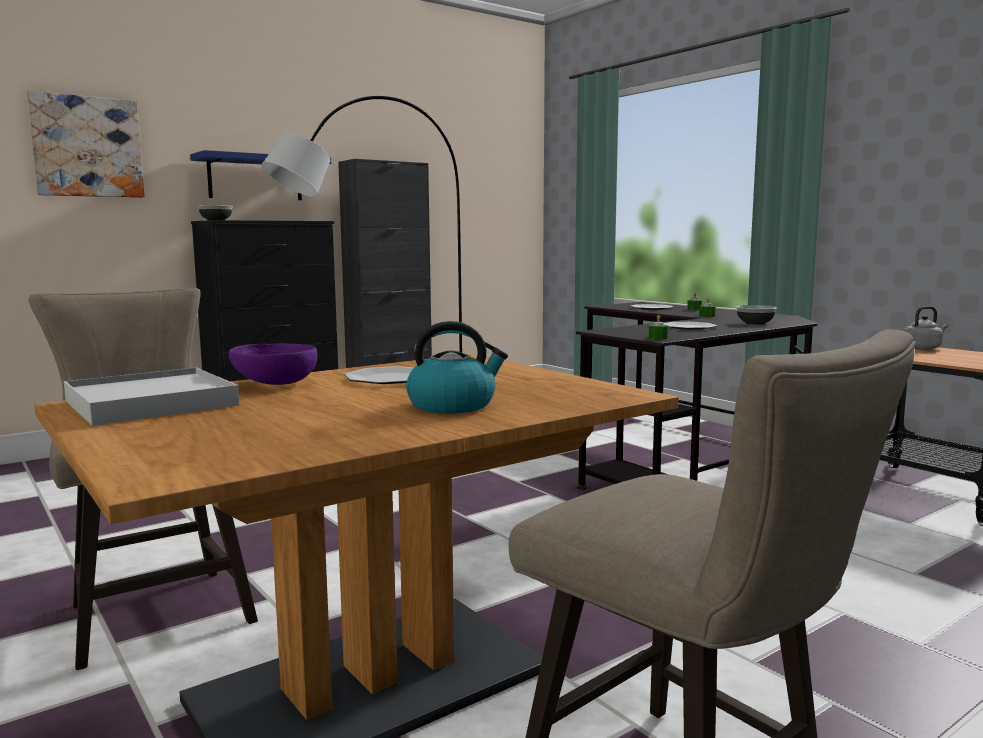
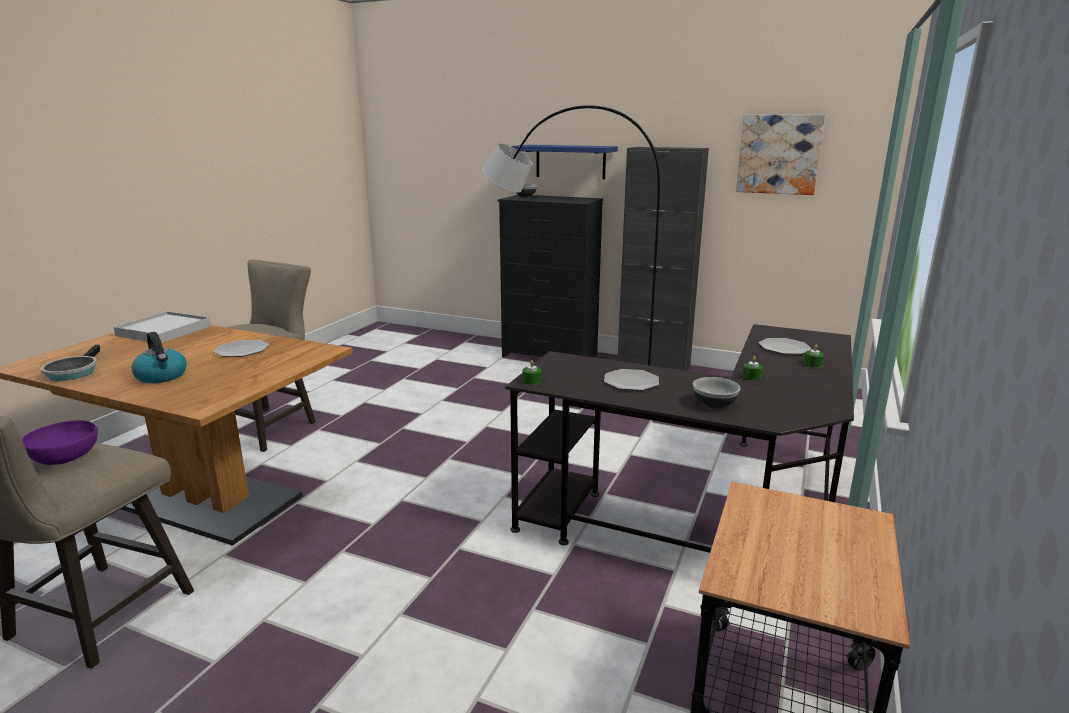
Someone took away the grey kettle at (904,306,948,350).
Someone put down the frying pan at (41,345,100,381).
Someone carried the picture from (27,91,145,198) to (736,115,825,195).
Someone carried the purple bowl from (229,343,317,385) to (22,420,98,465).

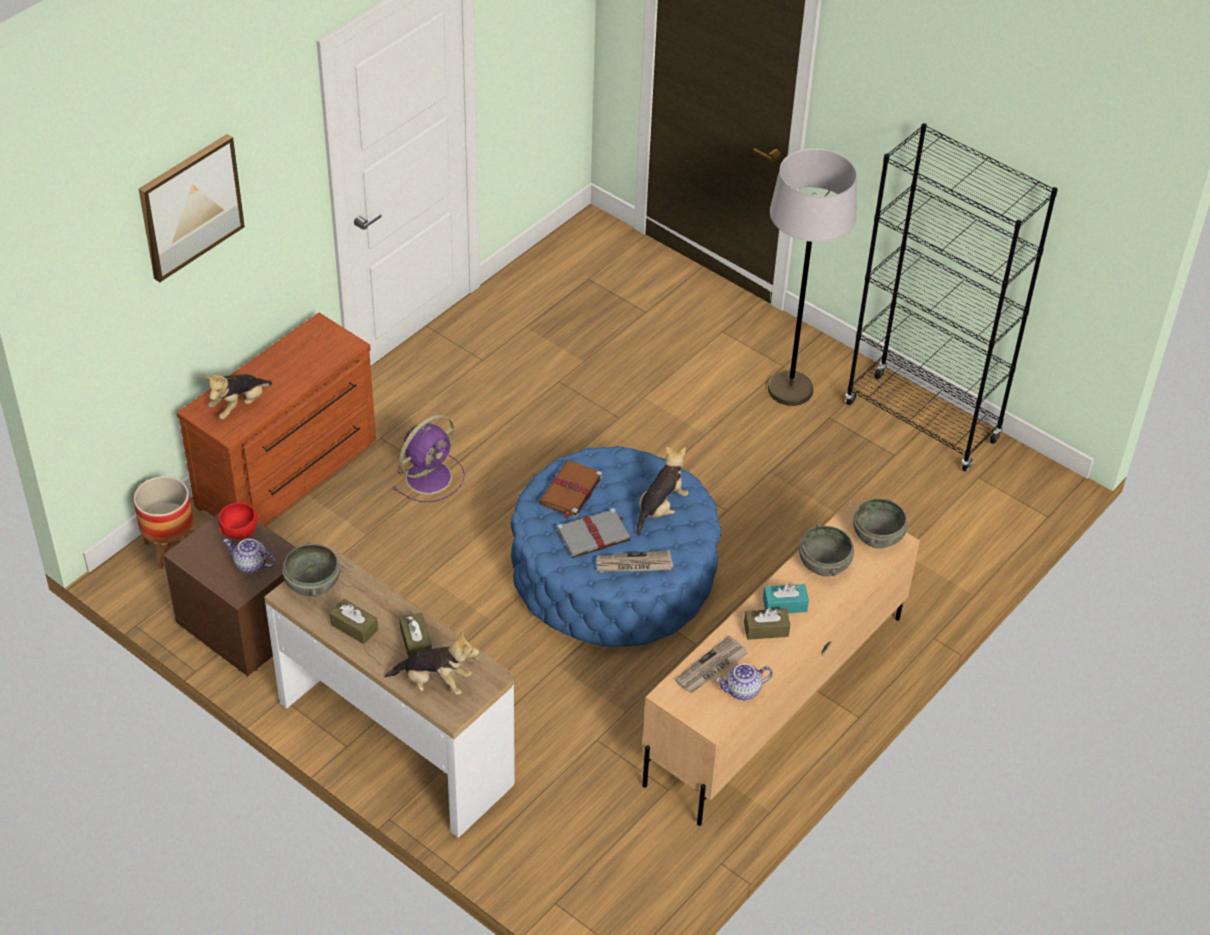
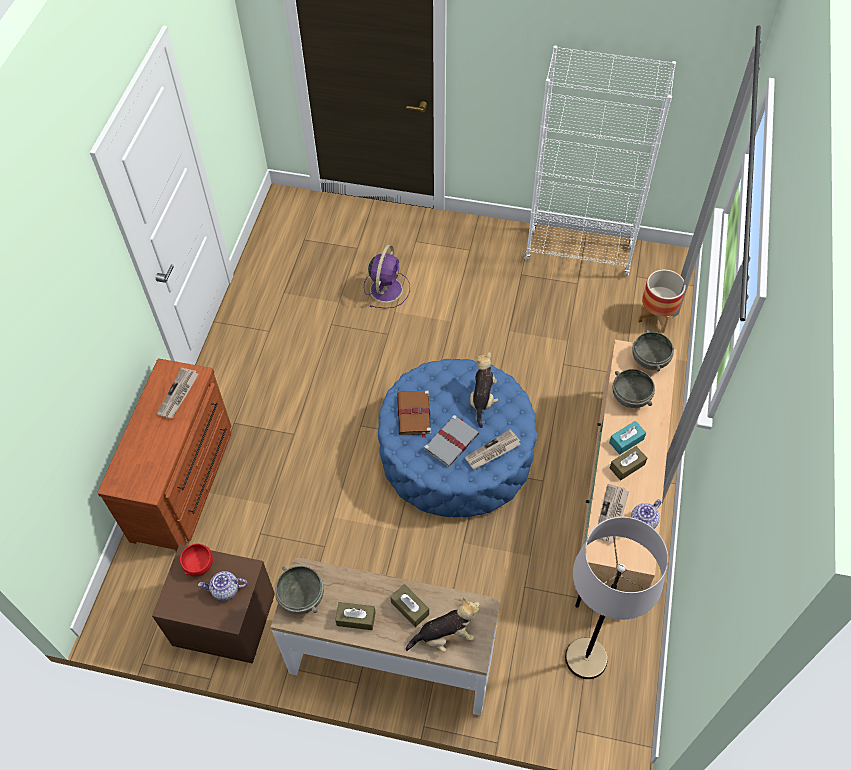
Someone took away the picture at (139,134,245,282).
Someone took away the plush toy at (204,374,272,419).
Someone put down the newspaper at (157,367,199,418).
Someone carried the planter from (133,476,194,569) to (638,270,686,333).
Someone carried the purple fan from (392,415,465,502) to (364,245,410,308).
Someone carried the grey floor lamp from (768,148,857,406) to (565,517,668,679).
Someone repainted the black bookcase at (845,123,1058,471), which became the white bookcase at (525,46,676,276).

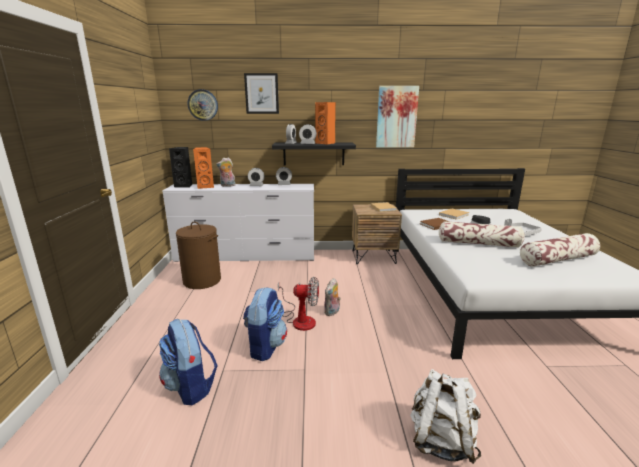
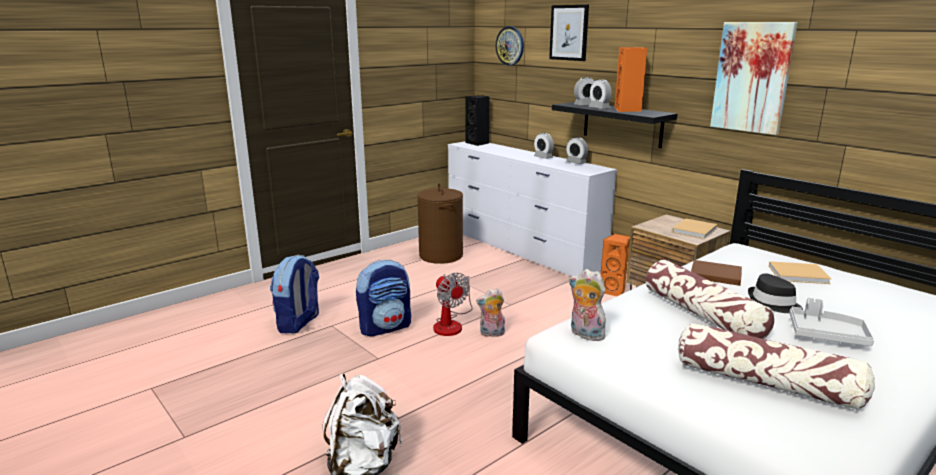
Someone carried the orange speaker from (193,147,214,189) to (601,234,630,296).
Someone carried the plush toy from (216,157,236,187) to (569,269,606,341).

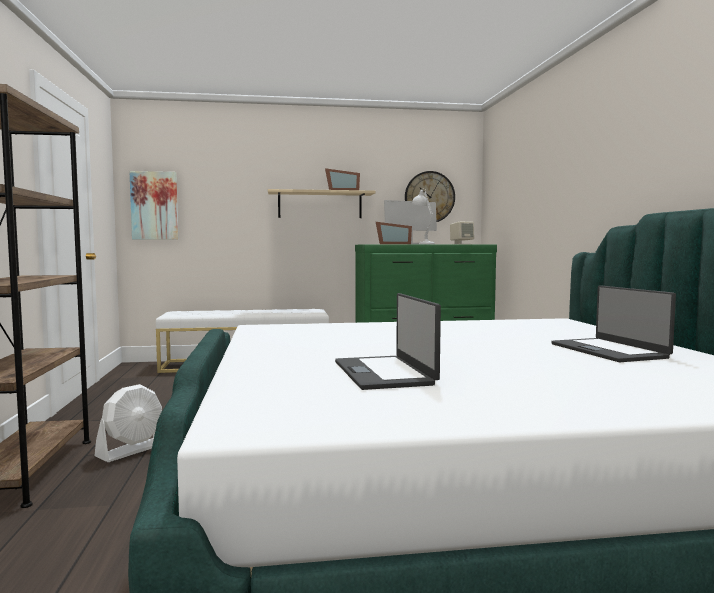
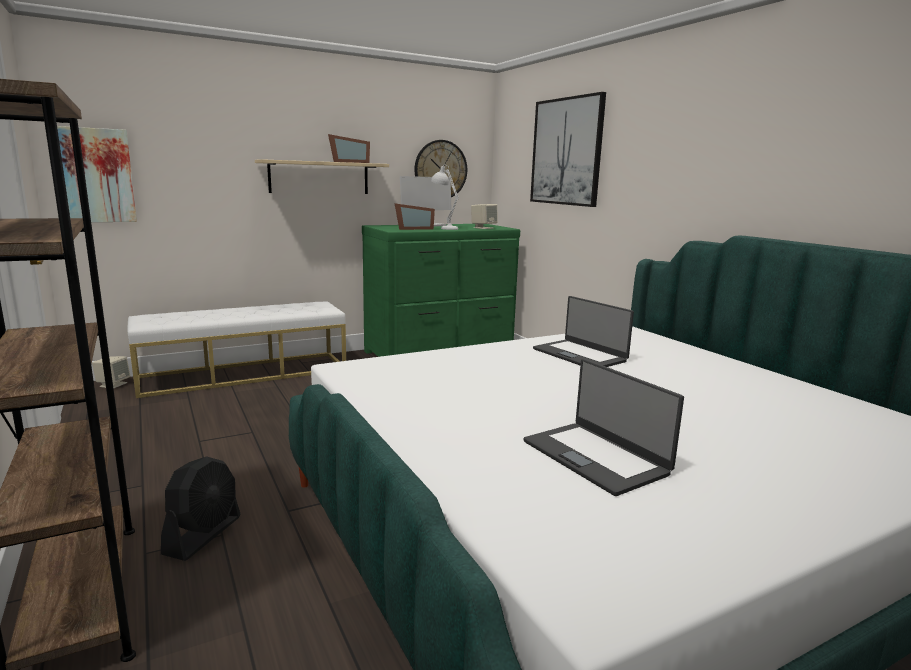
Someone put down the beige speaker at (92,356,130,389).
Someone put up the picture at (530,92,606,207).
Someone carried the laptop from (551,285,676,362) to (533,296,634,367).
Someone repainted the white fan at (94,384,162,462), which became the black fan at (161,456,241,561).

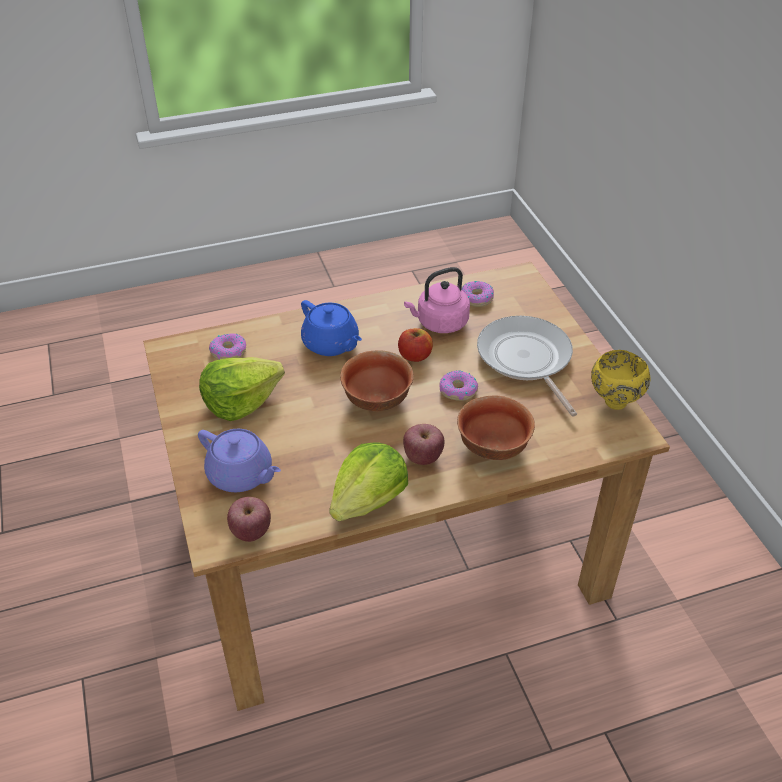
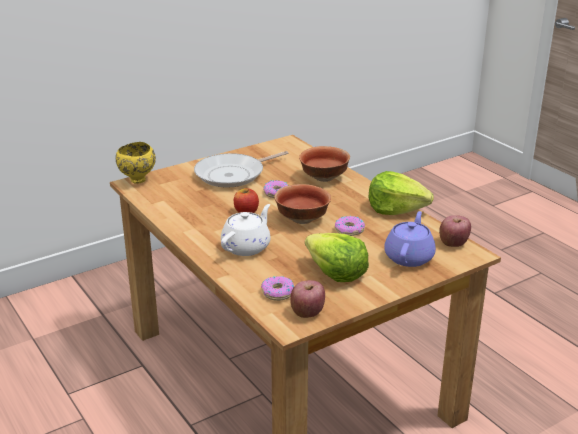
Someone took away the pink kettle at (404,267,470,333).
Someone carried the apple from (403,424,444,465) to (290,280,325,318).
Someone carried the donut from (461,281,494,307) to (335,216,365,236).
Someone carried the yellow bowl from (591,350,651,410) to (116,142,156,184).
Someone repainted the blue teapot at (301,300,362,356), which became the white teapot at (221,204,271,256).

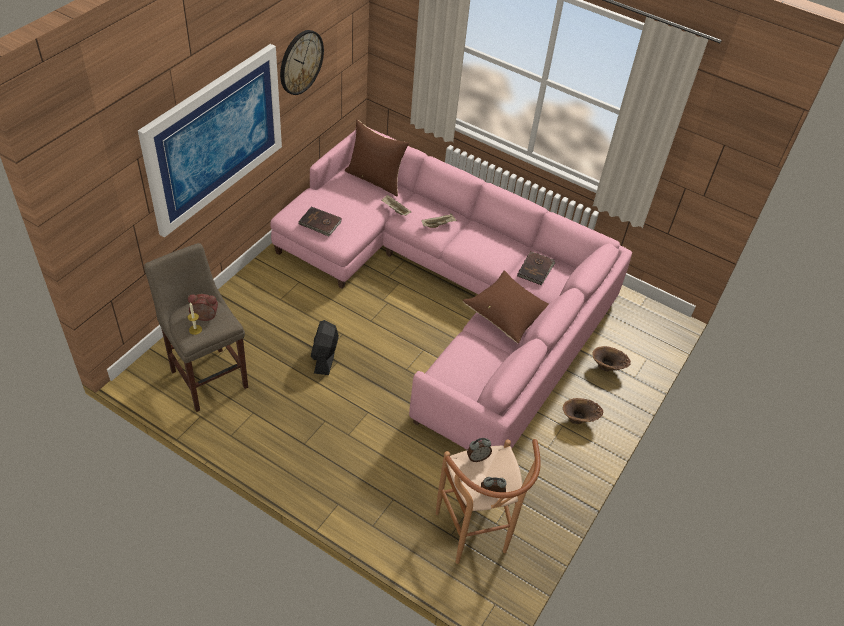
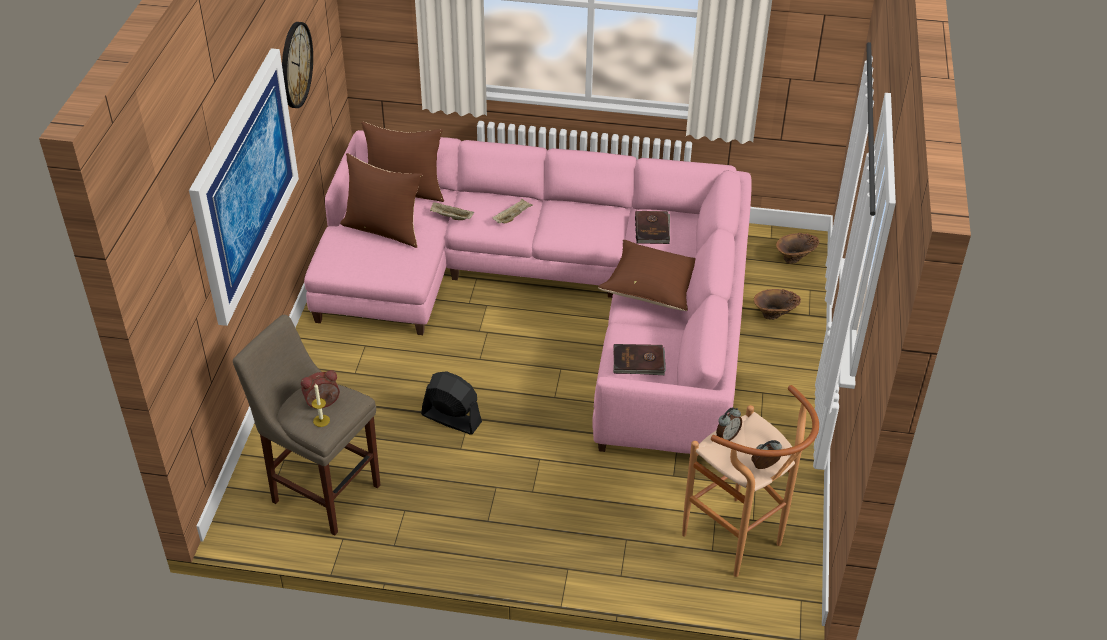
Someone put down the brown pillow at (340,153,422,248).
Someone carried the brown book from (298,207,342,237) to (613,344,666,375).
Someone carried the brown vase from (563,398,604,424) to (776,233,819,264).
Someone rotated the black fan at (311,320,339,375) by 135 degrees clockwise.

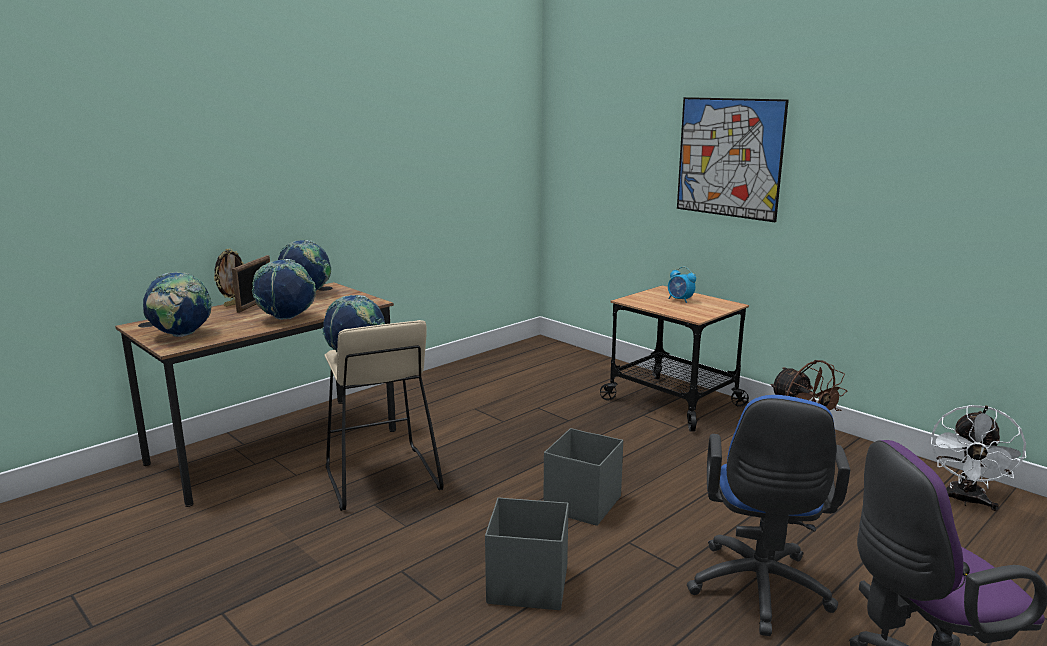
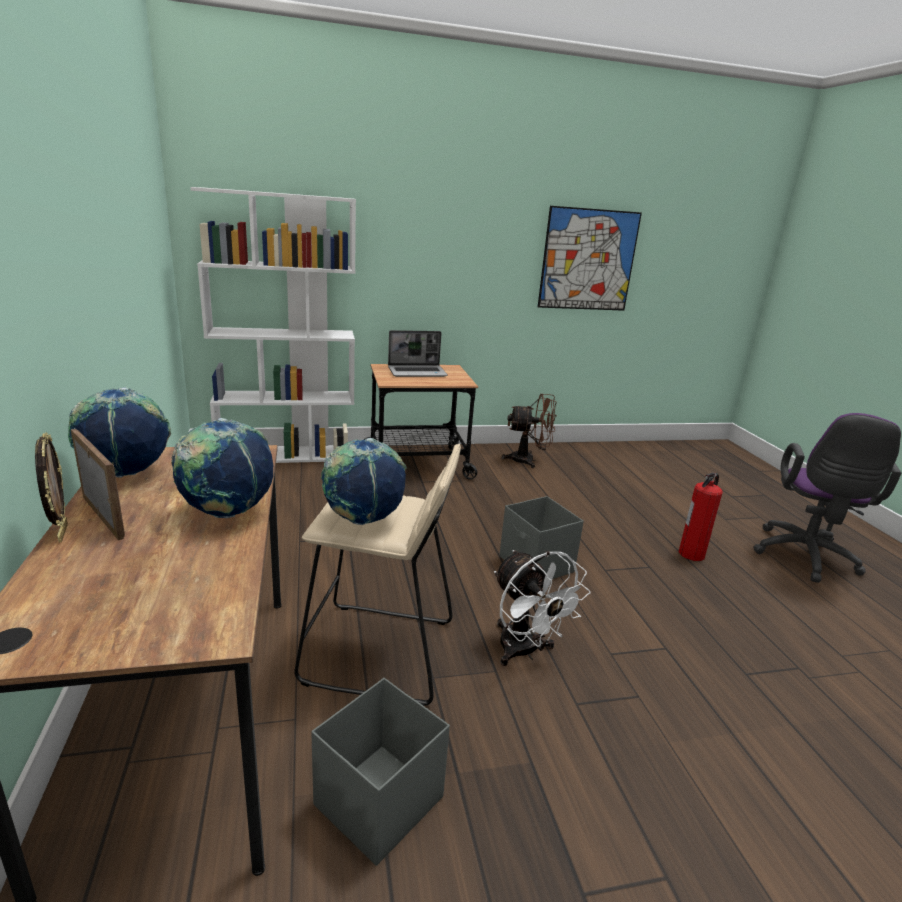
Someone took away the globe at (143,272,213,337).
Someone put down the white bookcase at (190,187,356,463).
Someone carried the grey storage box from (485,497,569,610) to (311,678,450,866).
Someone carried the picture from (677,97,789,222) to (538,206,642,311).
Someone carried the white fan from (931,405,1026,511) to (494,550,590,666).
Someone swapped the alarm clock at (668,267,696,303) for the laptop at (388,330,448,377).
Someone swapped the blue office chair at (687,395,850,636) for the fire extinguisher at (679,472,723,561).

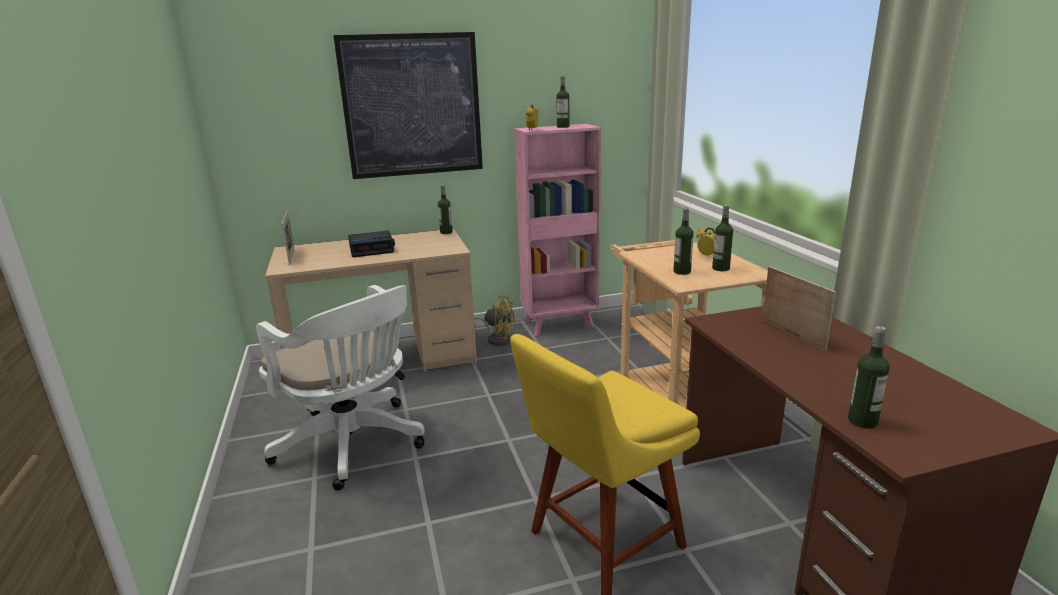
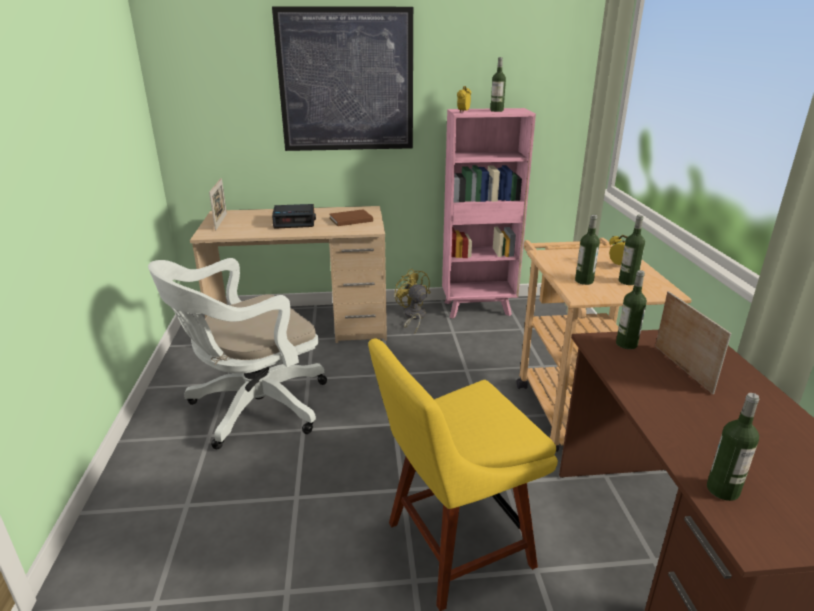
Someone put down the brown book at (329,209,373,226).
Someone carried the bottle from (438,185,453,234) to (616,270,647,349).
Someone rotated the white office chair at (256,285,425,491) by 90 degrees clockwise.
Someone rotated the yellow fan at (474,295,515,346) by 150 degrees counterclockwise.

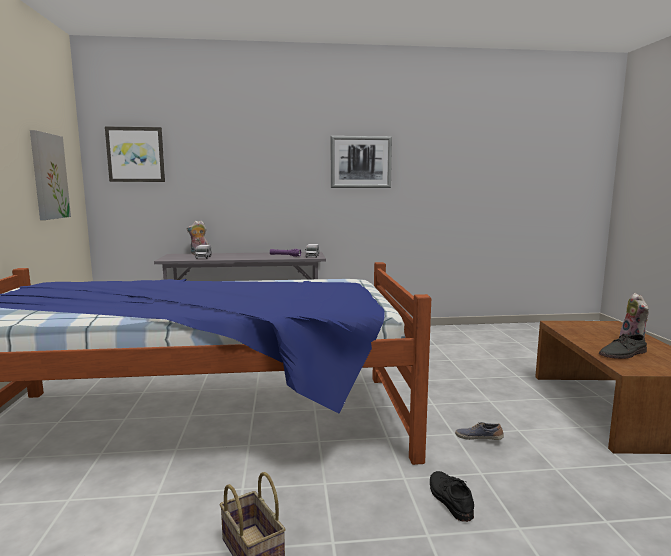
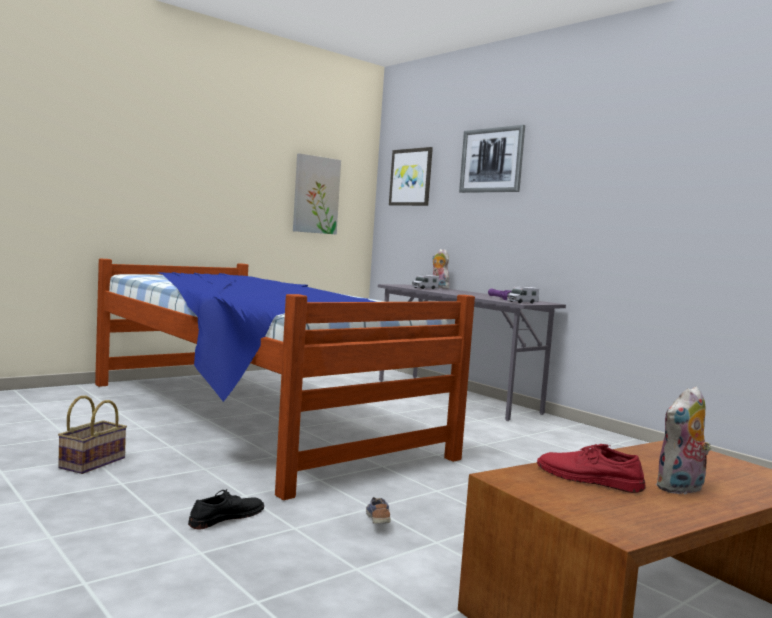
Someone carried the picture from (331,136,392,188) to (459,125,525,193).
Someone repainted the grey shoe at (599,334,647,359), which became the red shoe at (537,444,646,493).

